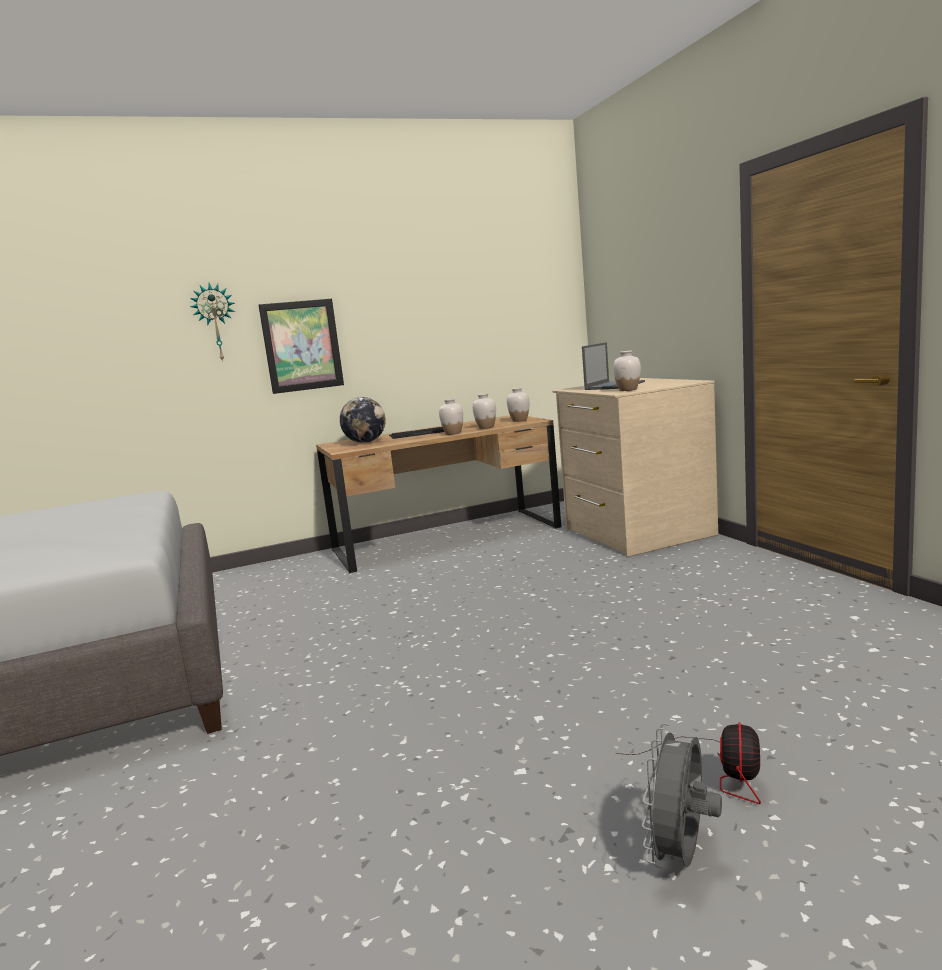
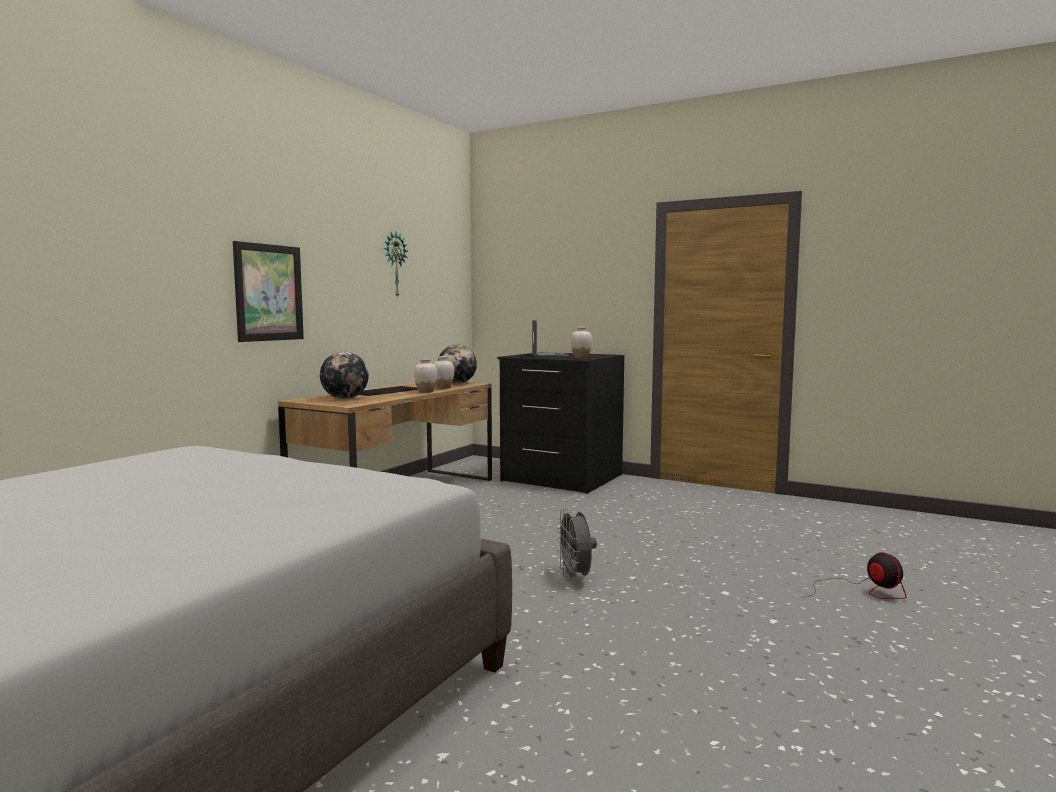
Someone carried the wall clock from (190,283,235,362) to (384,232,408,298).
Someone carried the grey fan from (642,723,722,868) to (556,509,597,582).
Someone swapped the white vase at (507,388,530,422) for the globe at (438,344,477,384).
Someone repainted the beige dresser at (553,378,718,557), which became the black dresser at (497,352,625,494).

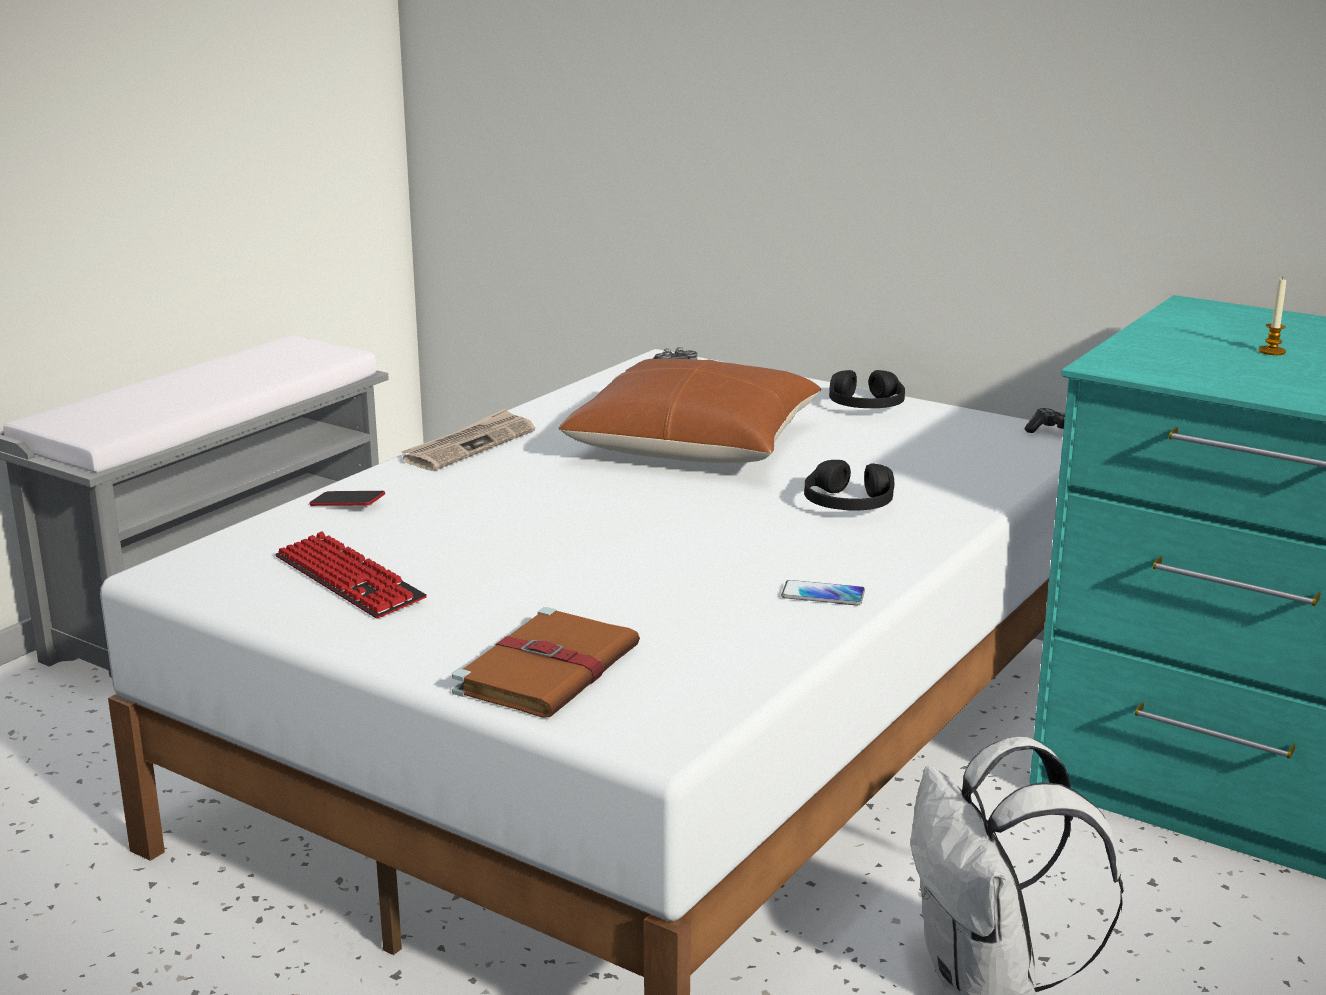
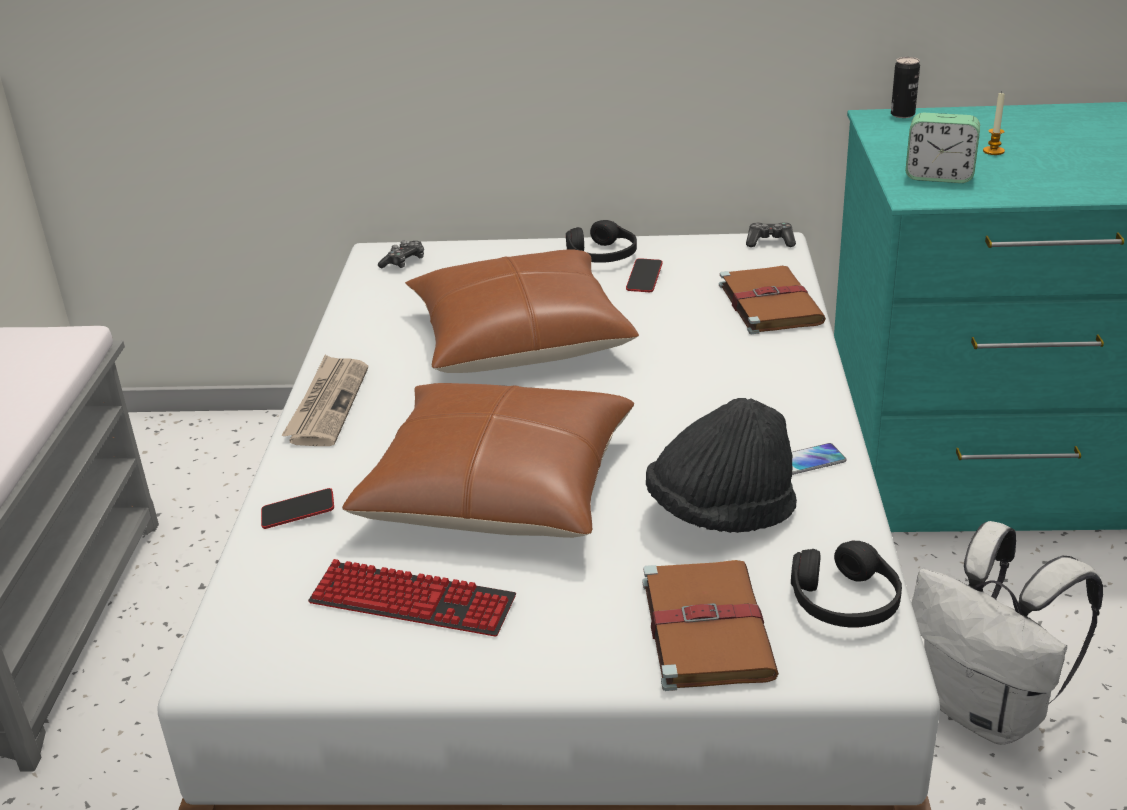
Someone put down the brown pillow at (342,383,634,538).
Someone put down the phone at (626,258,663,292).
Someone put down the black hat at (646,398,797,533).
Someone put down the brown book at (719,266,826,334).
Someone put down the can at (891,57,920,118).
Someone put down the alarm clock at (906,113,980,183).
Someone carried the black headphones from (804,460,894,511) to (791,540,902,628).

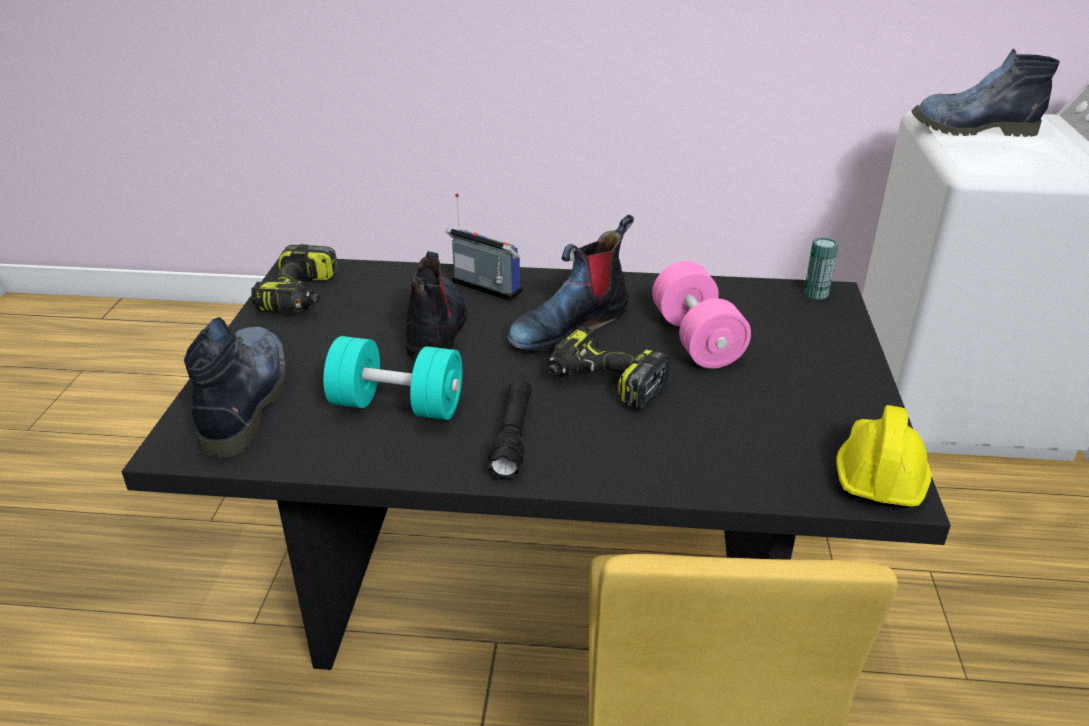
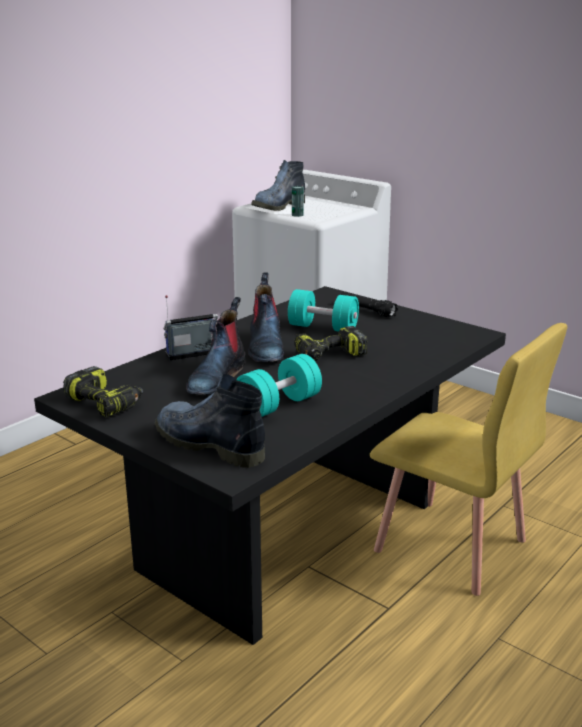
Someone took away the yellow hard hat at (836,405,932,508).
Someone carried the black flashlight from (488,379,532,480) to (341,292,398,317).
Someone carried the can from (804,237,839,300) to (292,186,304,217).
Someone repainted the pink dumbbell at (652,261,751,369), which became the turquoise dumbbell at (288,289,359,332).
Someone rotated the boot at (406,251,467,362) by 105 degrees counterclockwise.

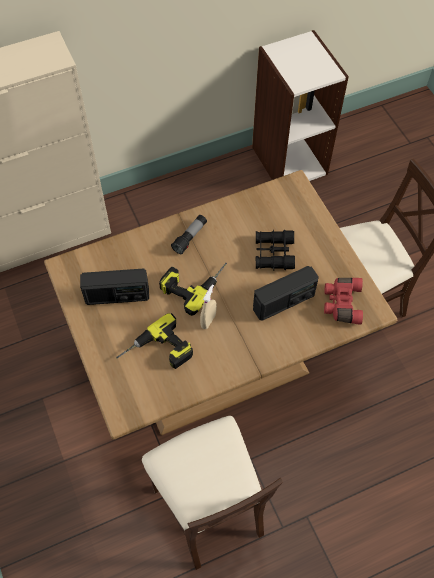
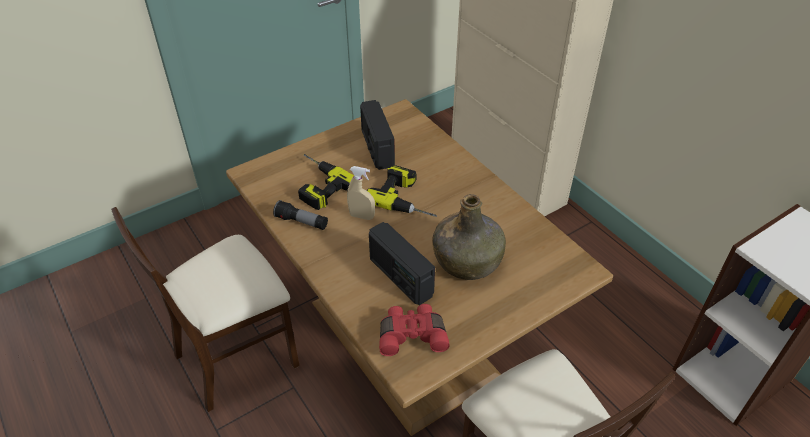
Someone carried the flashlight from (171,215,207,254) to (273,200,328,230).
Someone swapped the black binoculars at (256,230,295,271) for the green bottle at (432,194,506,280).

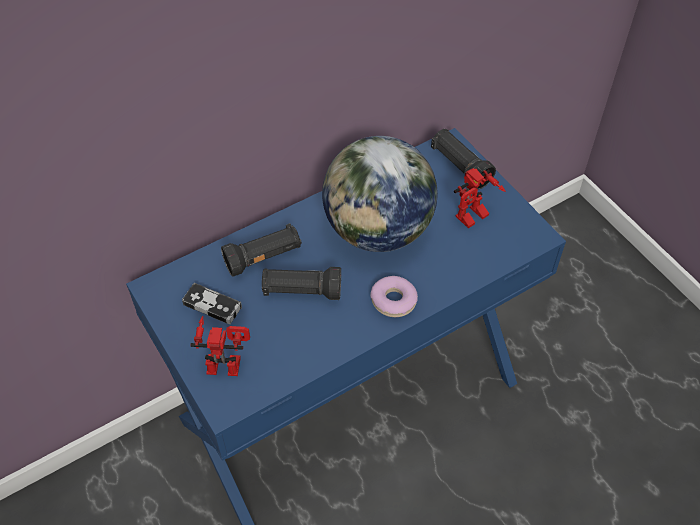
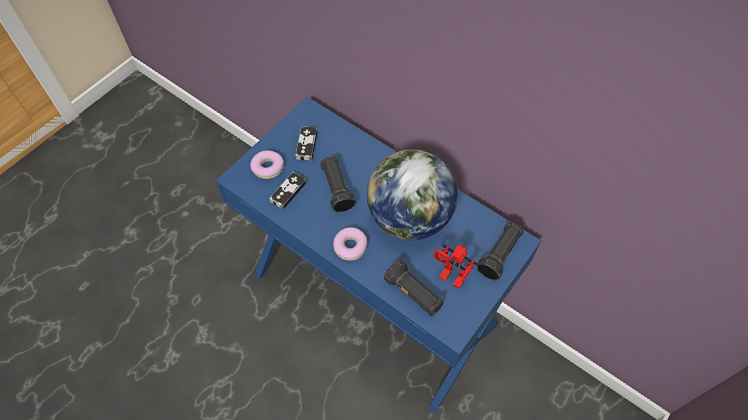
Someone put down the game controller at (269,172,307,210).
Someone carried the black flashlight from (221,223,302,277) to (384,260,444,316).
Someone swapped the toy robot at (191,316,250,376) for the donut at (250,150,284,179).

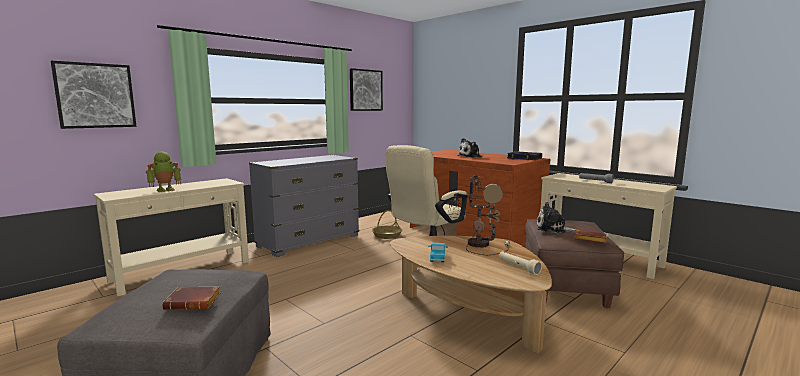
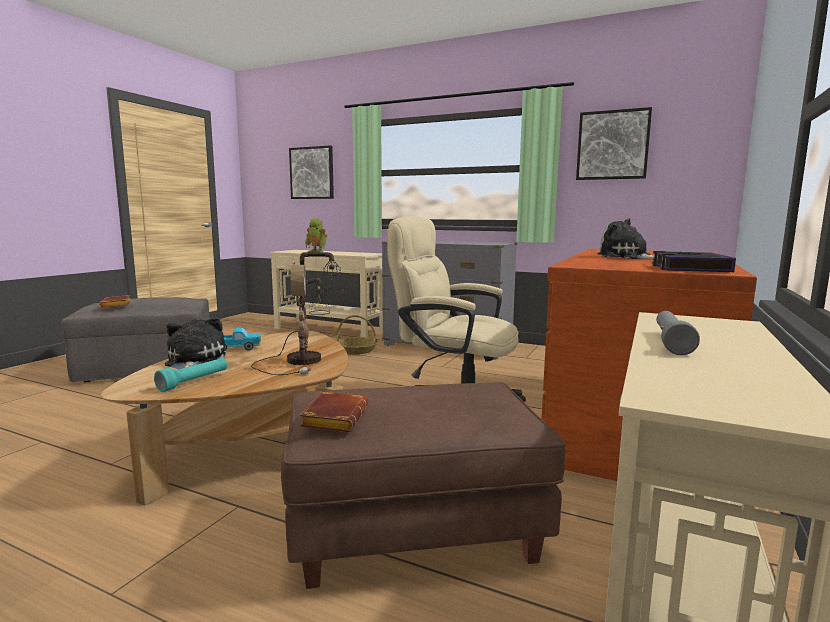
Someone carried the basket from (372,210,402,239) to (336,315,377,354).
Someone carried the plush toy from (537,202,577,233) to (165,317,226,369).
Someone repainted the beige flashlight at (499,252,542,275), which became the turquoise flashlight at (154,358,227,392).

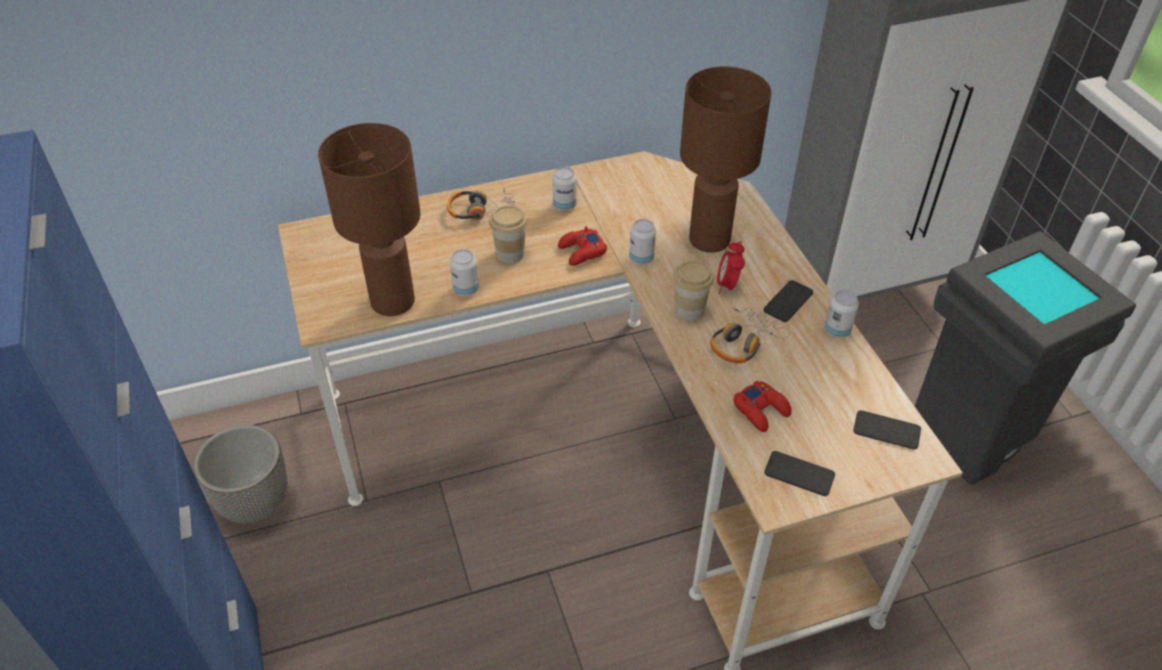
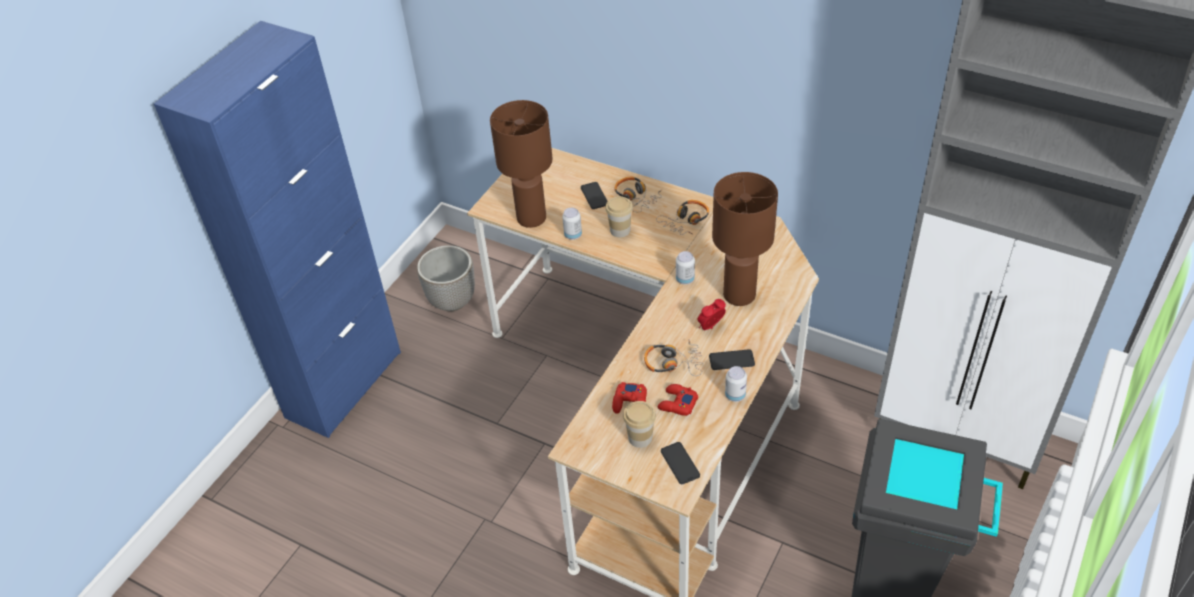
Someone carried the red game controller from (558,226,607,266) to (658,384,698,416).
Someone carried the cup from (673,261,714,321) to (623,401,656,448).
Someone carried the phone from (764,451,835,496) to (581,182,608,209).
Someone swapped the can at (552,167,577,211) for the headphones at (656,200,709,235).

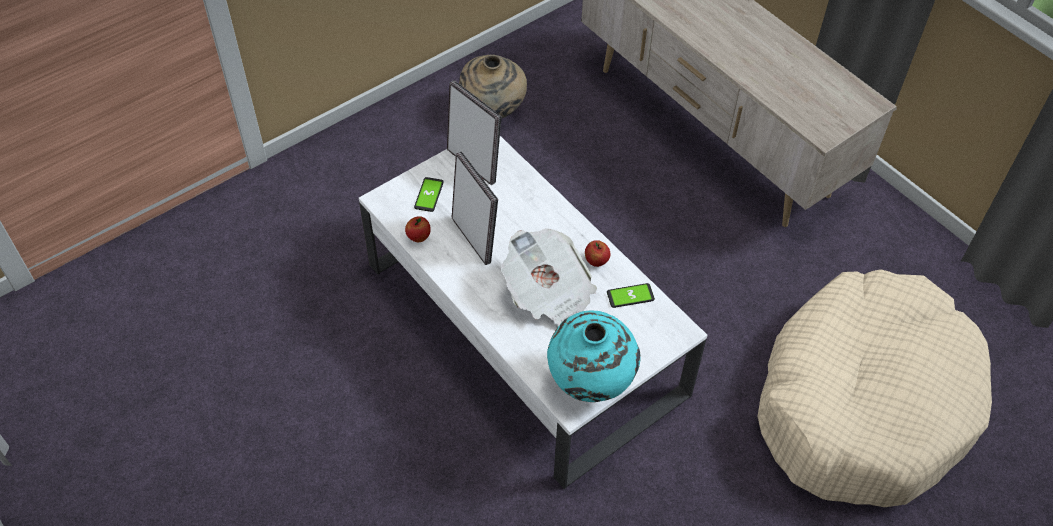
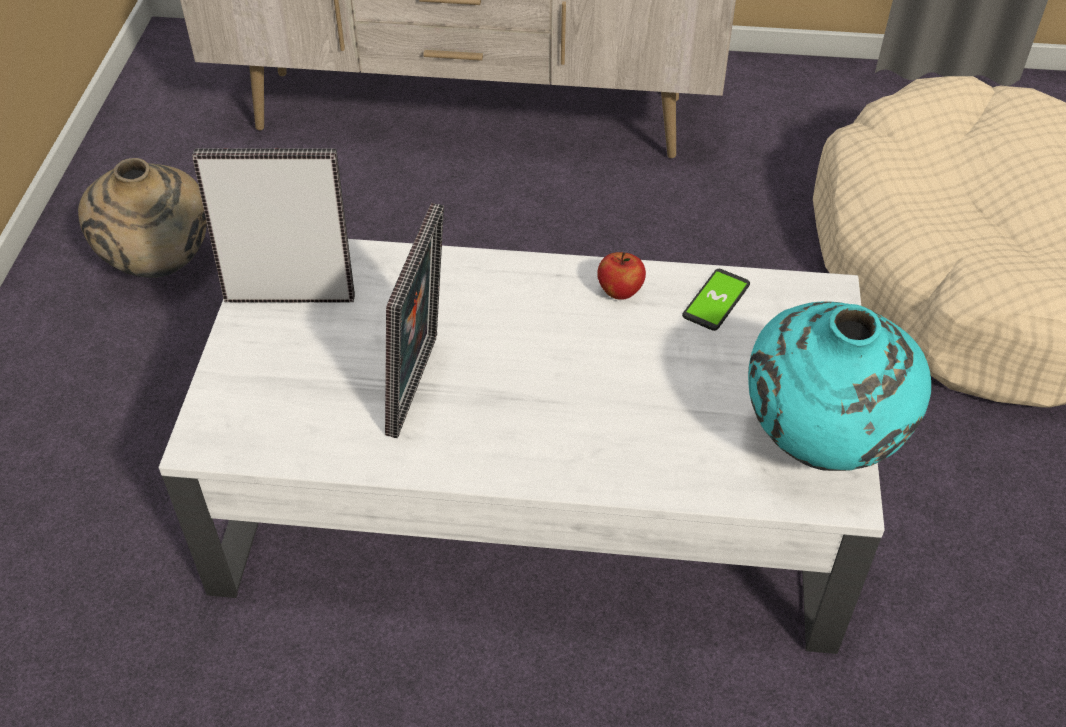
Someone took away the apple at (405,216,431,242).
Someone took away the phone at (414,177,444,212).
Someone took away the newspaper at (501,229,597,325).
Someone rotated the picture frame at (452,151,498,265) by 90 degrees clockwise.

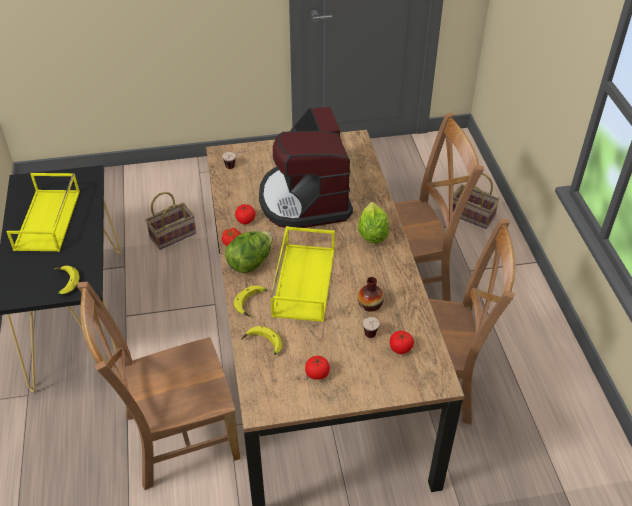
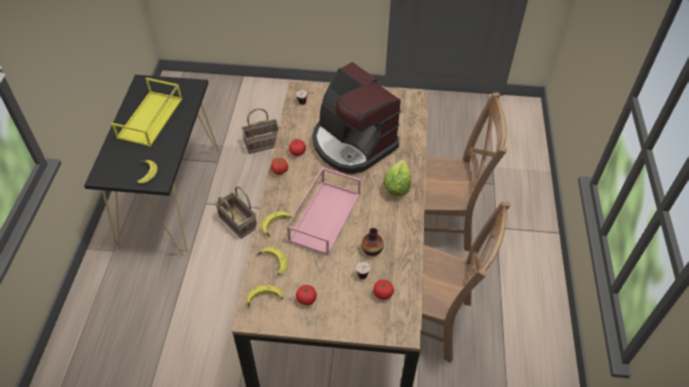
Someone took away the brown chair at (77,282,240,490).
Someone took away the lettuce at (225,231,273,273).
Someone put down the banana at (246,285,283,309).
Someone carried the basket from (453,173,500,229) to (215,186,257,239).
Someone repainted the yellow tray at (271,226,335,322), which became the pink tray at (287,167,361,255).
Someone rotated the coffee machine at (259,107,353,228) by 45 degrees counterclockwise.

